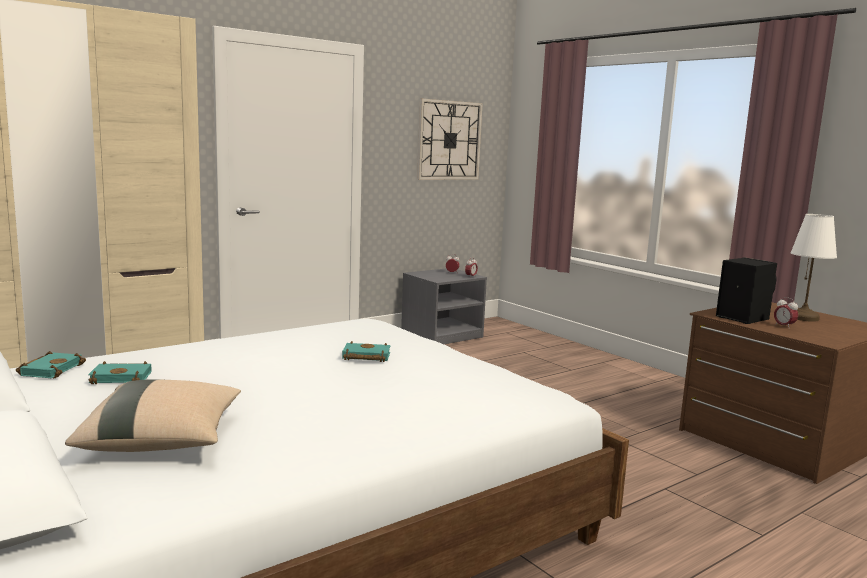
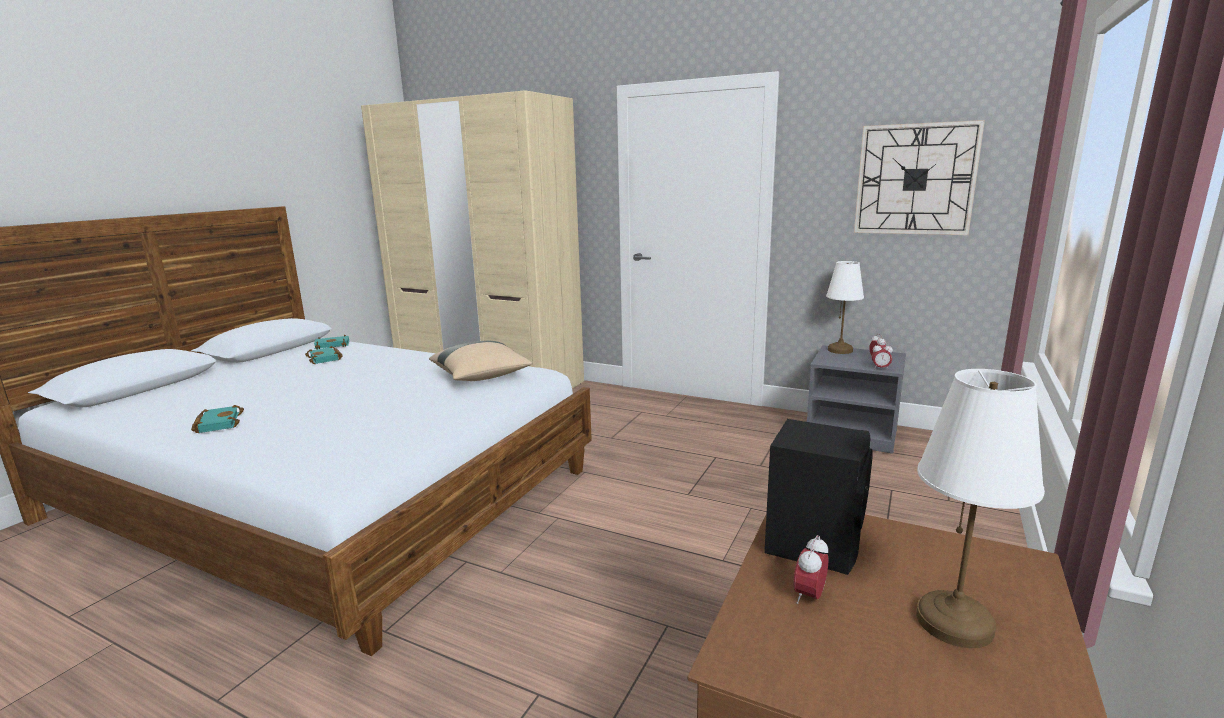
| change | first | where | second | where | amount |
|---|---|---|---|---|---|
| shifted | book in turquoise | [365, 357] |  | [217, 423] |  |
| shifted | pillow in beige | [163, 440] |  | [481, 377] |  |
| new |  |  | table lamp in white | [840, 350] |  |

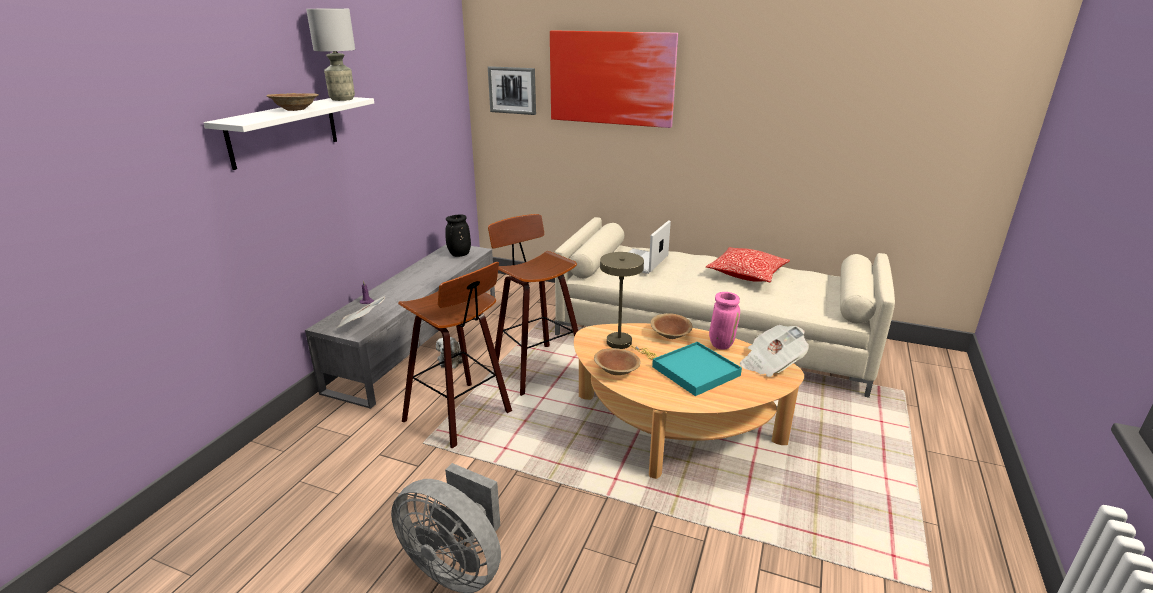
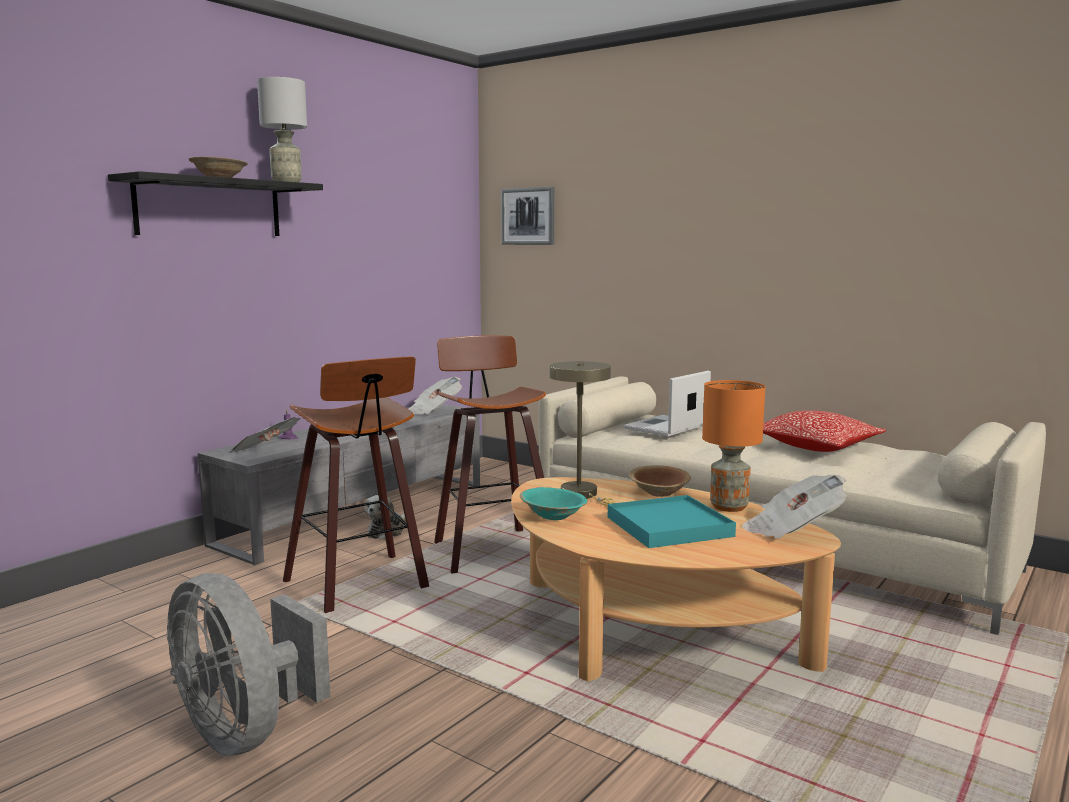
| change | first | where | second | where | amount |
|---|---|---|---|---|---|
| repainted | shelf in white | [284, 131] | shelf in black | [209, 208] |  |
| swapped | vase in black | [459, 255] | newspaper | [433, 411] |  |
| repainted | bowl in brown | [617, 371] | bowl in turquoise | [553, 516] |  |
| swapped | vase in pink | [721, 344] | table lamp in orange | [728, 507] |  |
| gone | picture | [611, 78] |  |  |  |

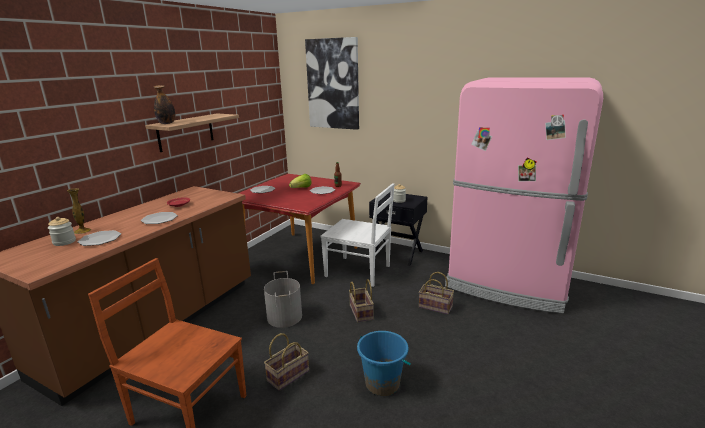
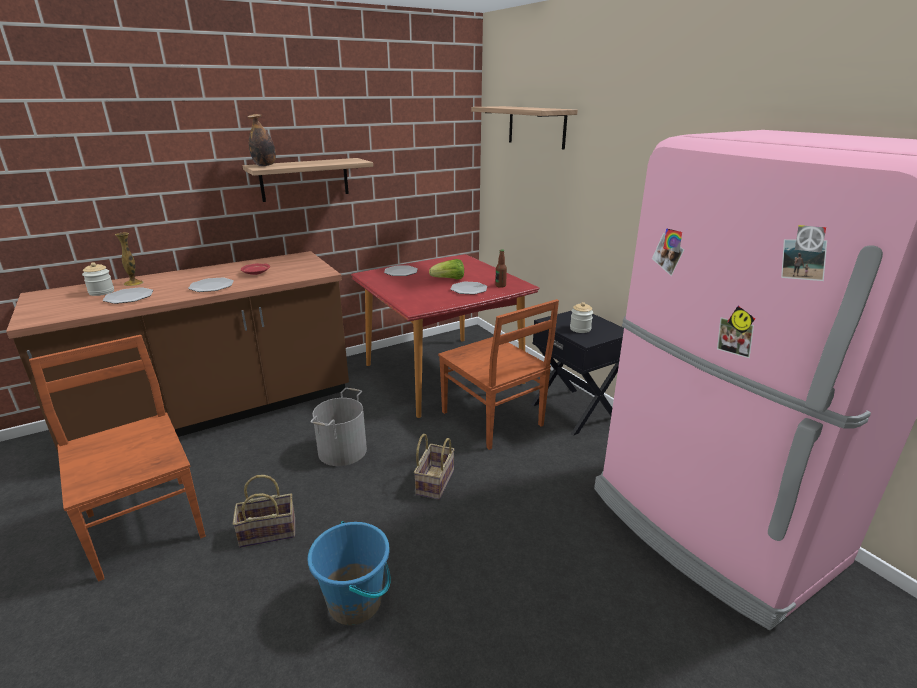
| change | first | where | second | where | amount |
|---|---|---|---|---|---|
| repainted | chair in white | [359, 271] | chair in brown | [493, 420] |  |
| swapped | picture | [333, 84] | shelf | [536, 126] |  |
| gone | basket | [436, 306] |  |  |  |

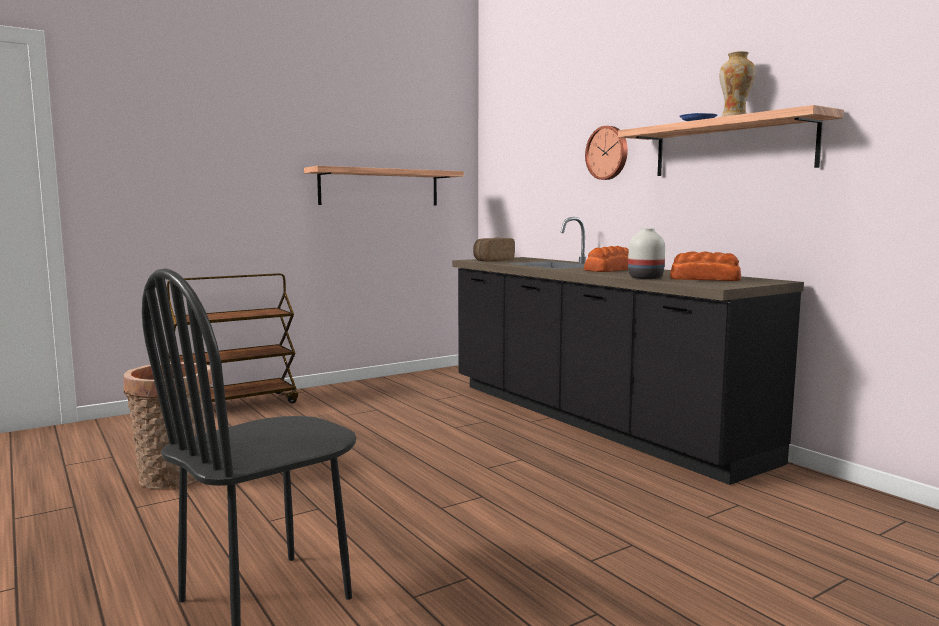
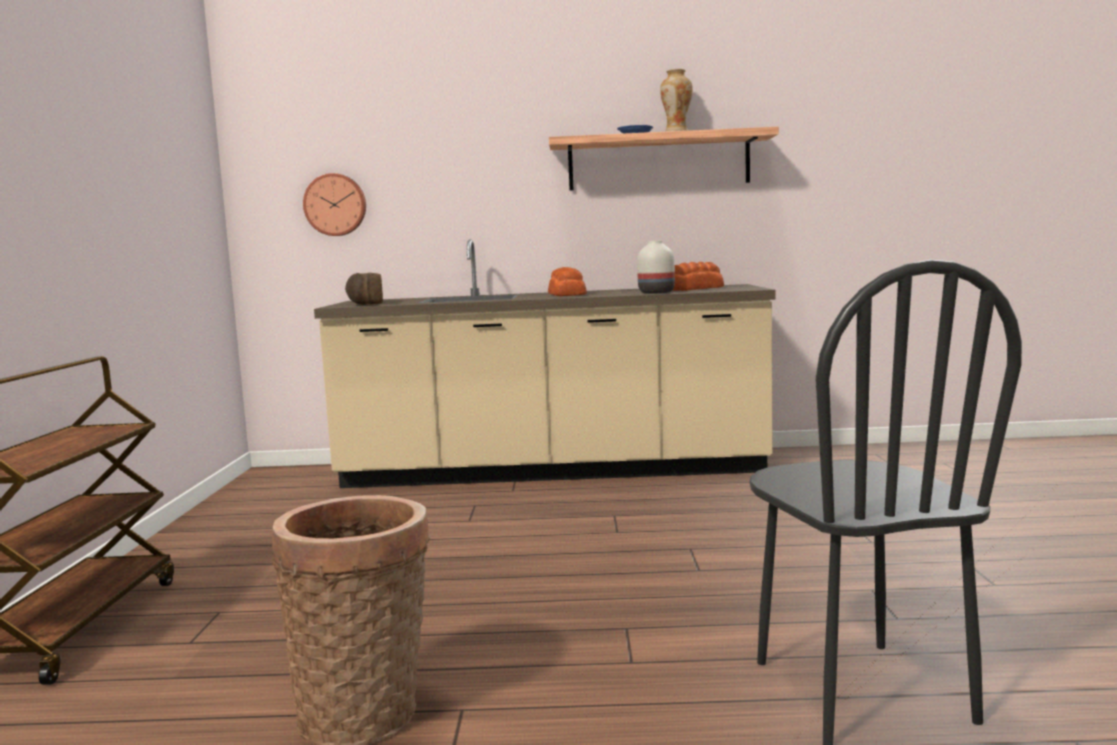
| change | first | where | second | where | amount |
|---|---|---|---|---|---|
| shifted | wall clock | [608, 153] |  | [335, 205] |  |
| repainted | counter in black | [592, 420] | counter in beige | [553, 471] |  |
| gone | shelf | [379, 187] |  |  |  |

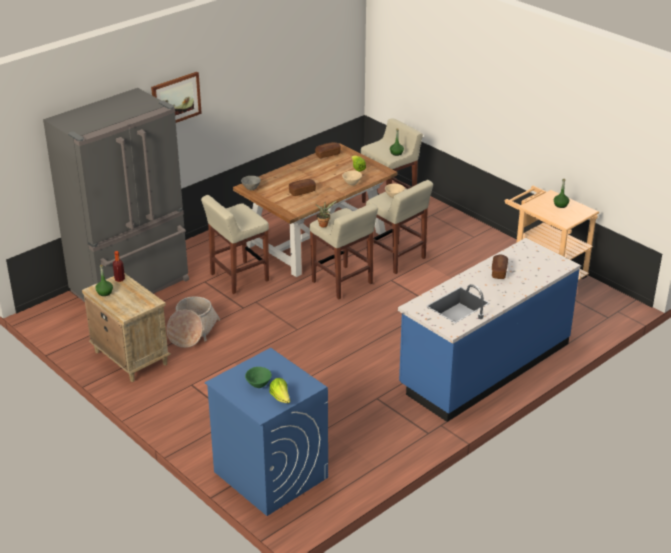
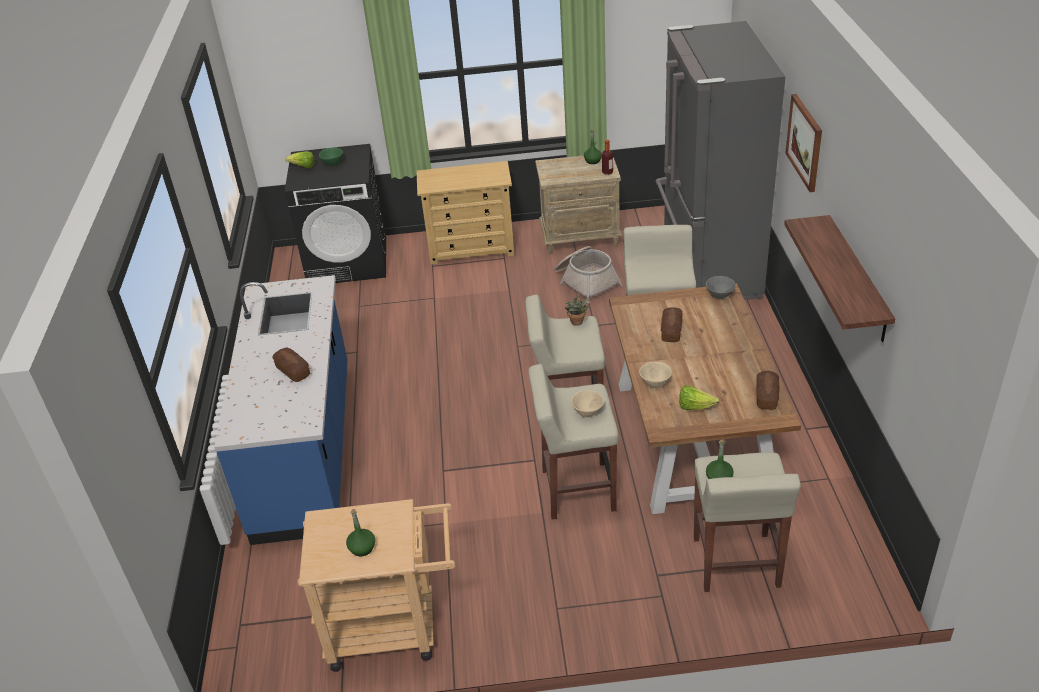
| change | first | where | second | where | amount |
|---|---|---|---|---|---|
| repainted | washing machine in blue | [270, 474] | washing machine in black | [348, 261] |  |
| new |  |  | dresser in beige | [471, 248] |  |
| new |  |  | shelf | [857, 279] |  |

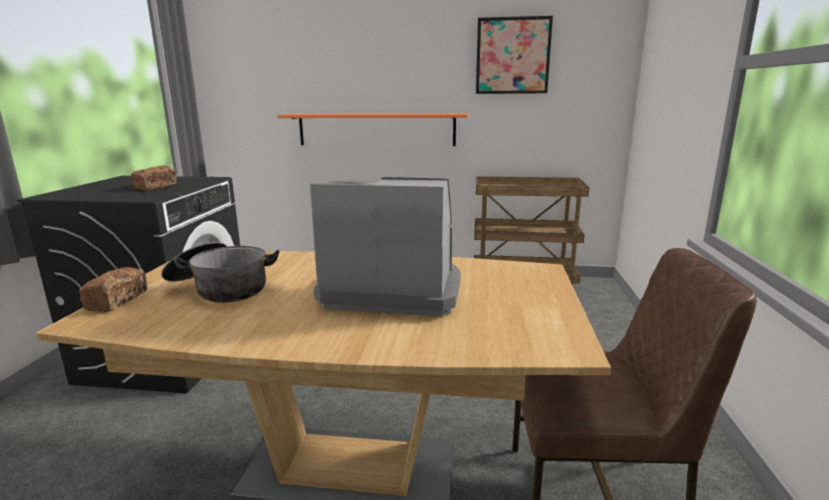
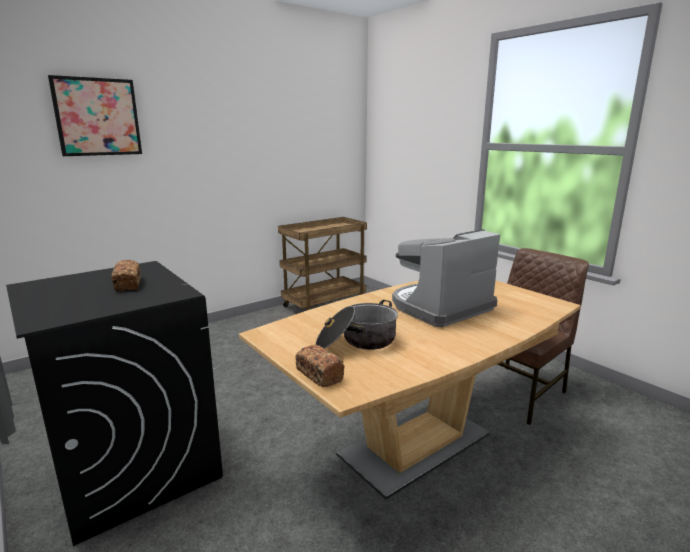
| change | first | where | second | where | amount |
|---|---|---|---|---|---|
| shifted | picture | [512, 56] |  | [97, 117] |  |
| gone | shelf in orange | [376, 129] |  |  |  |

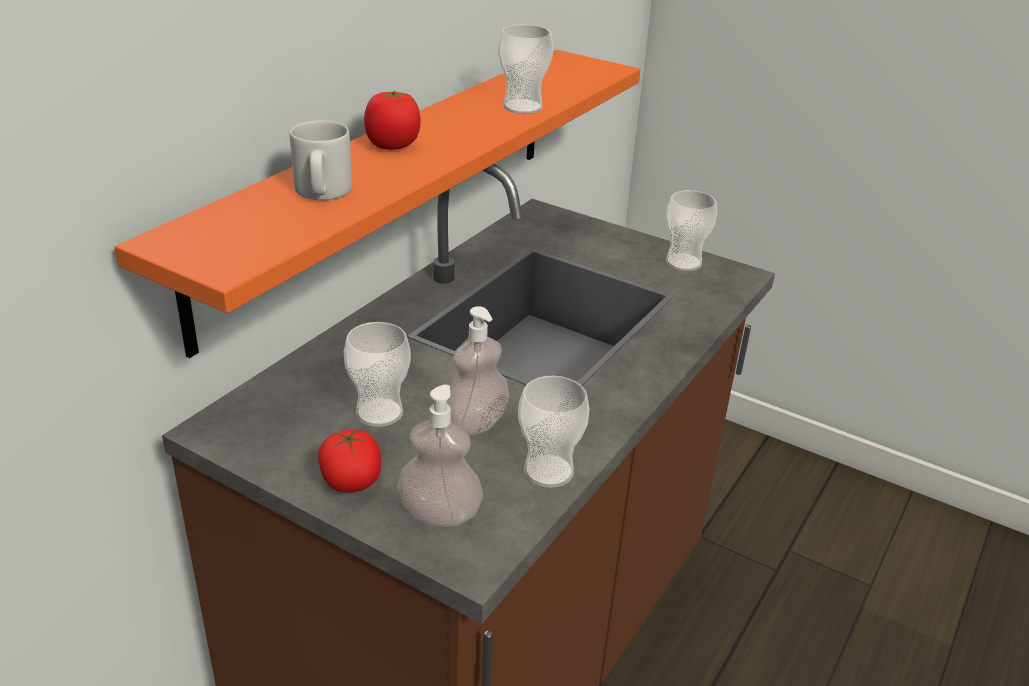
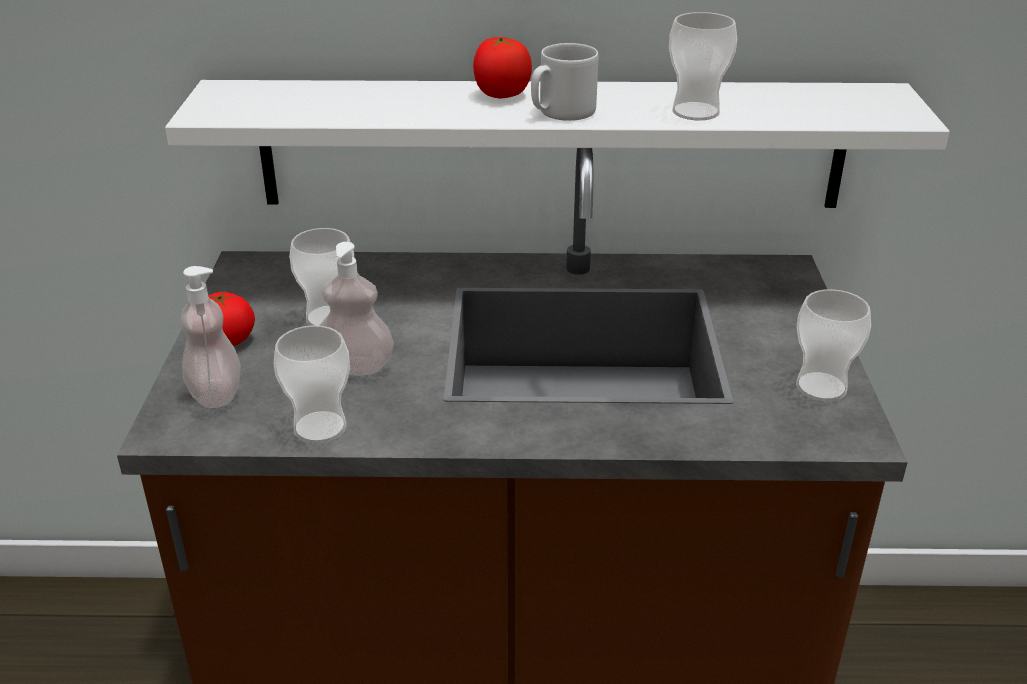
| change | first | where | second | where | amount |
|---|---|---|---|---|---|
| repainted | shelf in orange | [390, 182] | shelf in white | [551, 144] |  |
| shifted | mug in grey | [322, 193] |  | [561, 113] |  |

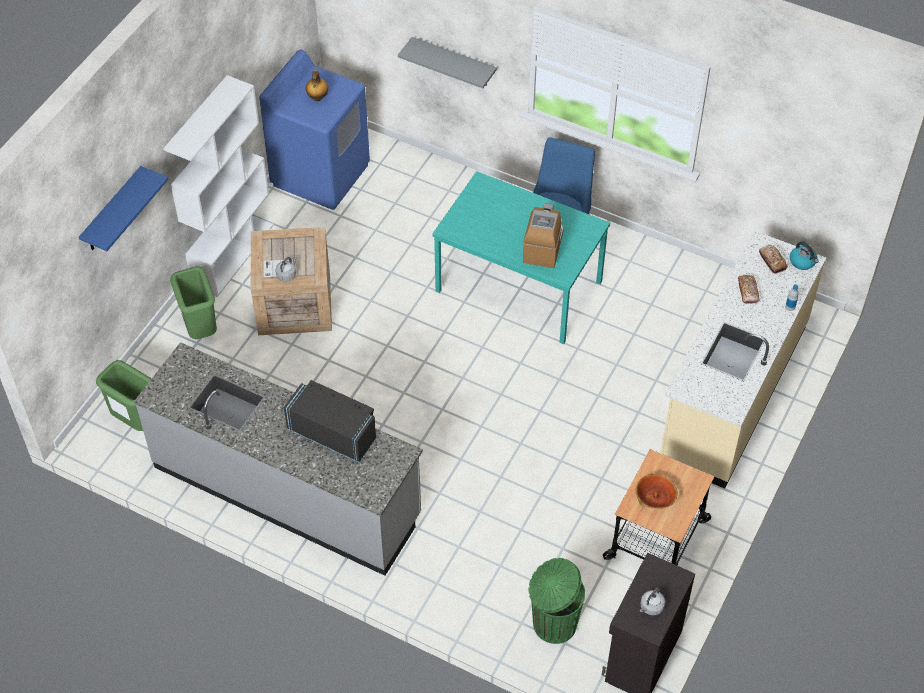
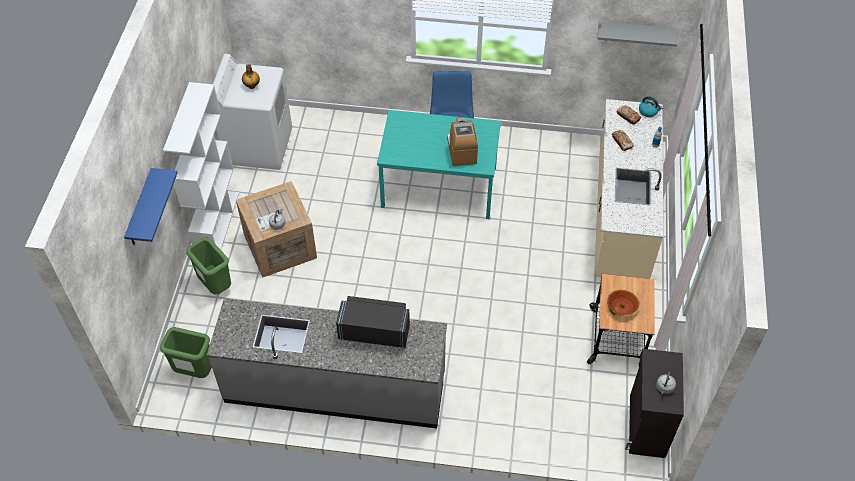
| change | first | where | second | where | amount |
|---|---|---|---|---|---|
| repainted | washing machine in blue | [321, 174] | washing machine in white | [259, 146] |  |
| shifted | shelf in grey | [454, 62] |  | [635, 33] |  |
| gone | trash can in green | [553, 624] |  |  |  |

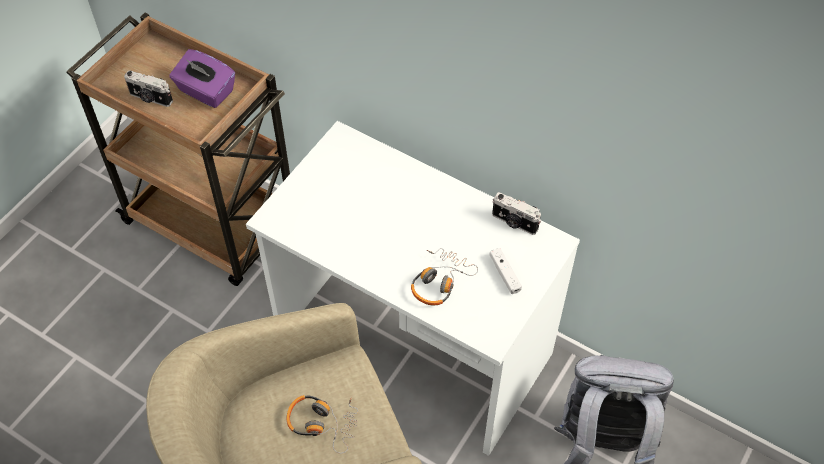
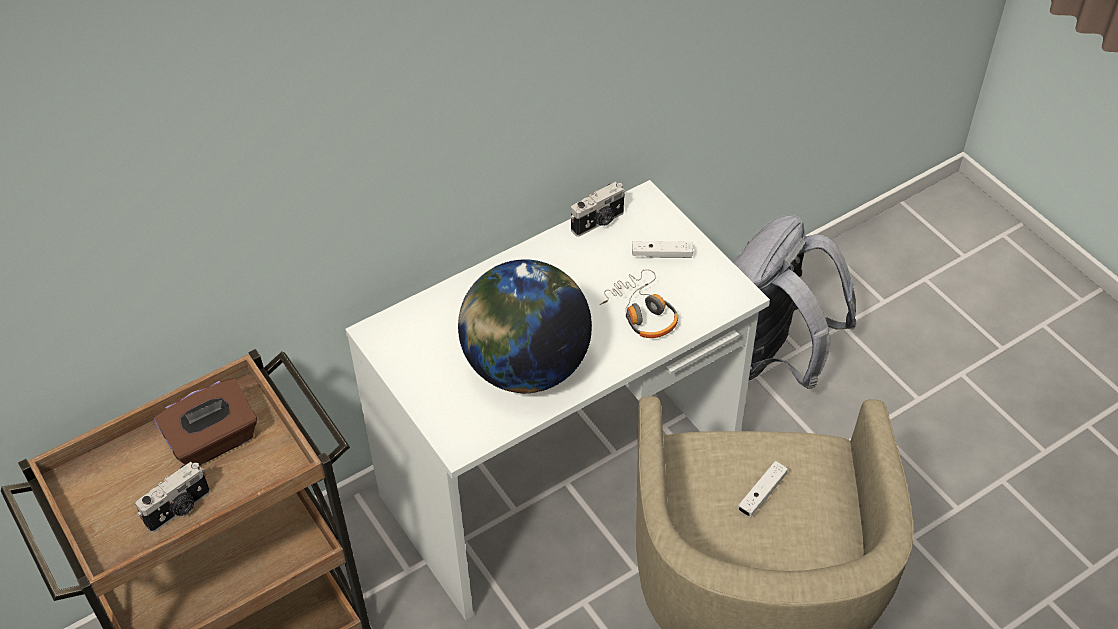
| change | first | where | second | where | amount |
|---|---|---|---|---|---|
| repainted | tissue box in purple | [205, 92] | tissue box in brown | [214, 441] |  |
| new |  |  | globe | [525, 367] |  |
| swapped | headphones | [322, 423] | game controller in white | [762, 494] |  |

